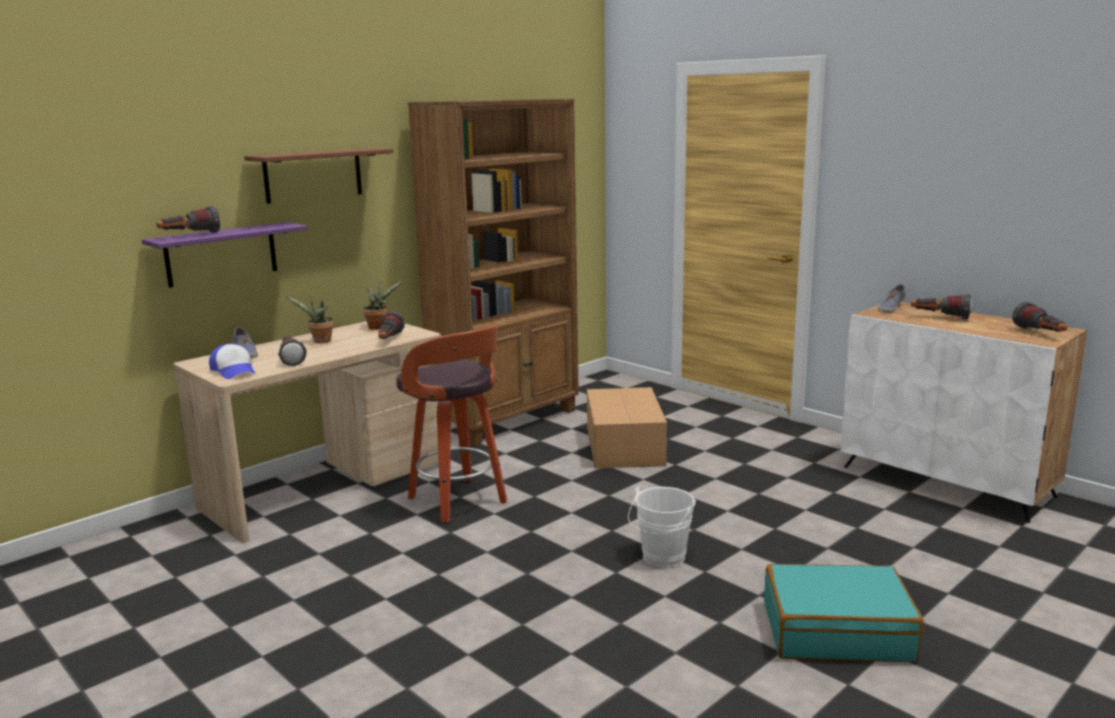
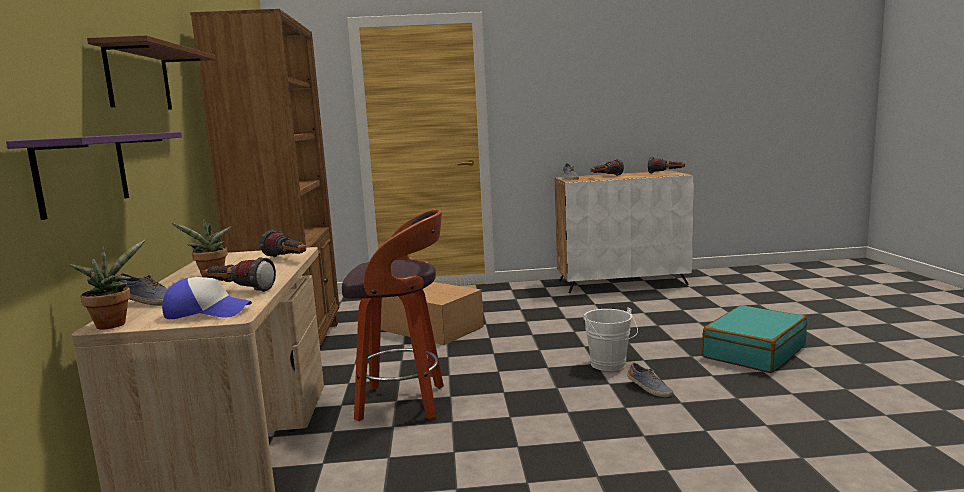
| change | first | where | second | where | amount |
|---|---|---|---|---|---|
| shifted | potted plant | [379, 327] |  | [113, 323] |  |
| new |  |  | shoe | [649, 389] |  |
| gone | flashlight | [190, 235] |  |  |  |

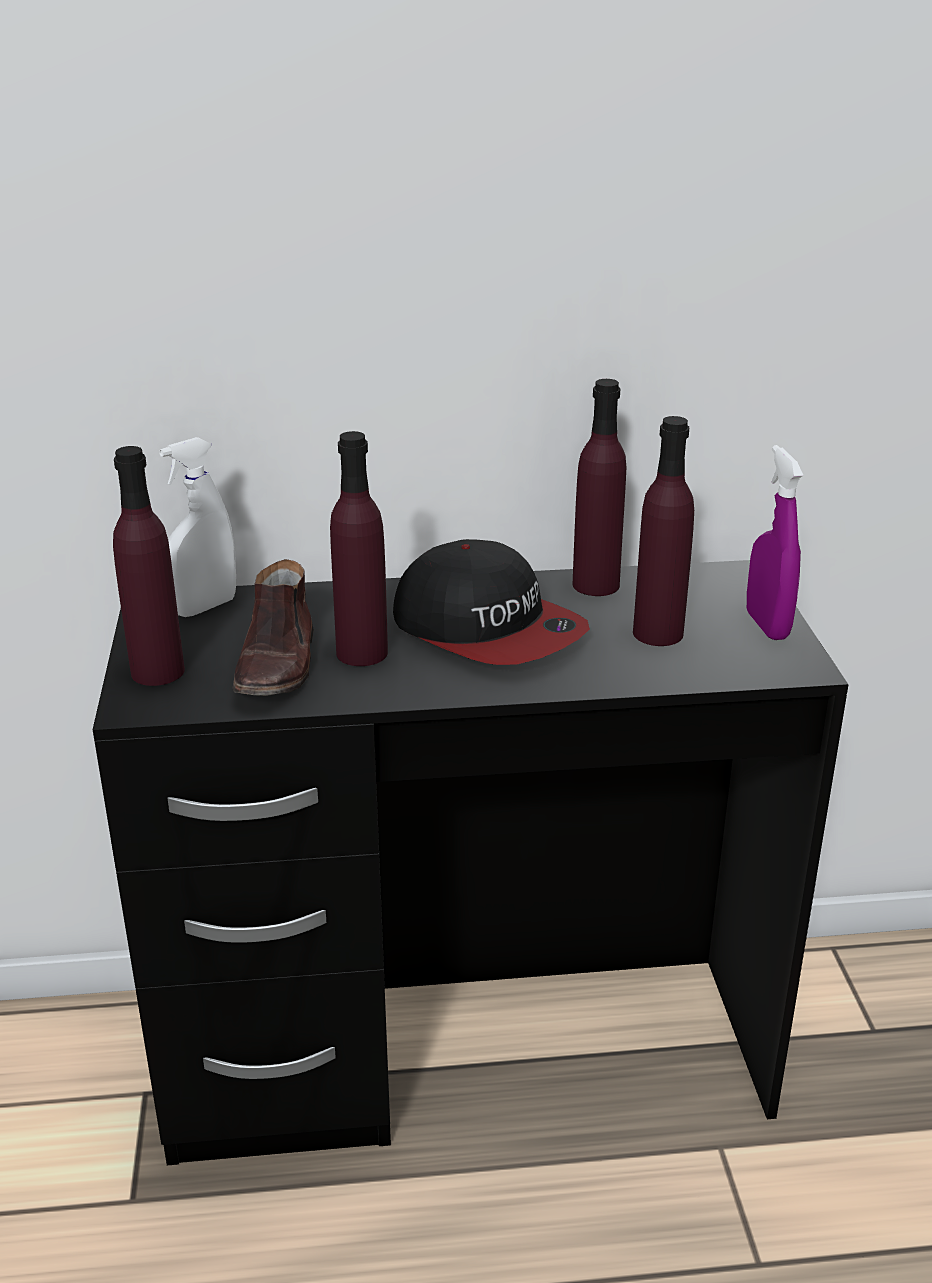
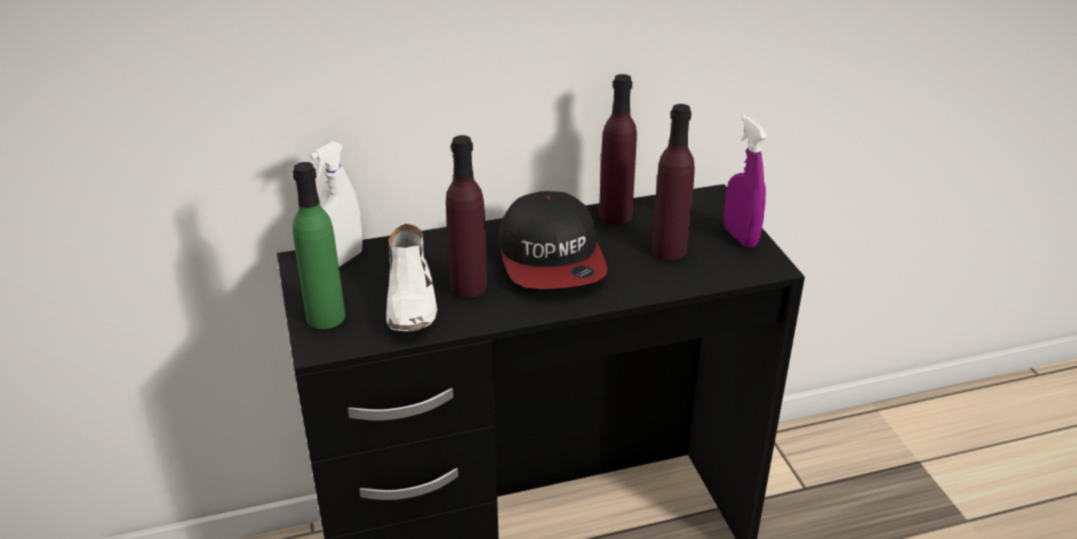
| change | first | where | second | where | amount |
|---|---|---|---|---|---|
| repainted | bottle in purple | [157, 672] | bottle in green | [325, 317] |  |
| repainted | shoe in brown | [278, 663] | shoe in white | [411, 301] |  |
| rotated | cap | [488, 629] |  | [552, 258] | 45 degrees clockwise |

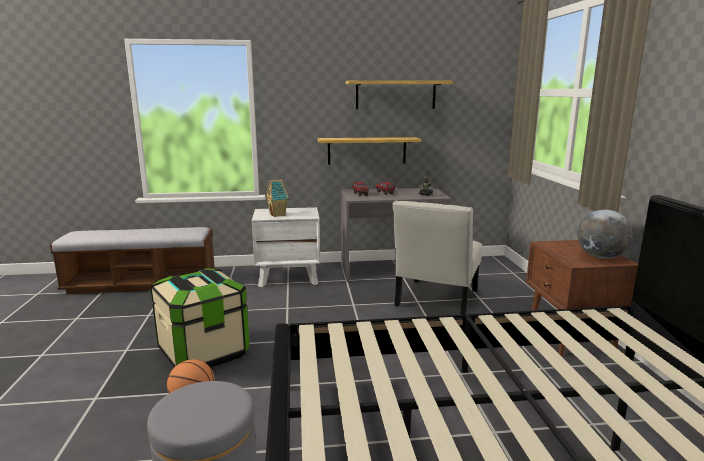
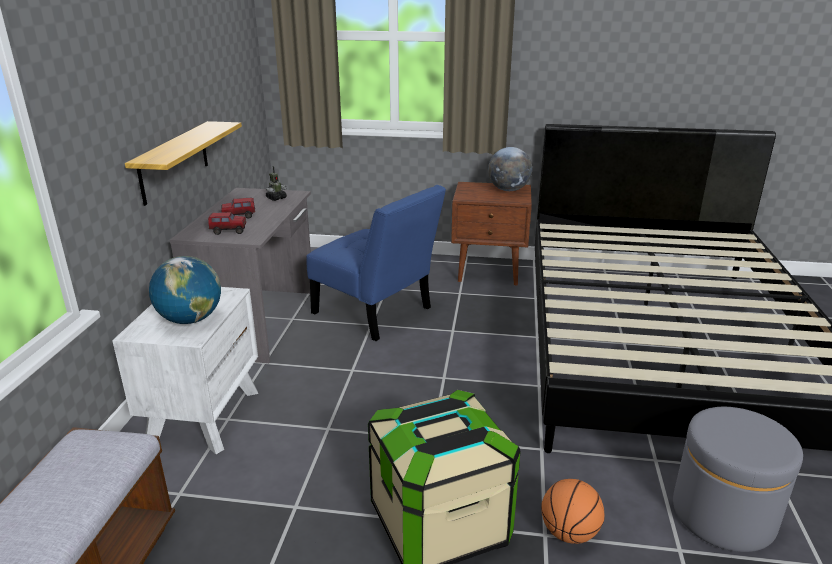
| change | first | where | second | where | amount |
|---|---|---|---|---|---|
| swapped | toy house | [278, 215] | globe | [190, 320] |  |
| repainted | chair in white | [435, 300] | chair in blue | [376, 313] |  |
| gone | shelf | [395, 95] |  |  |  |

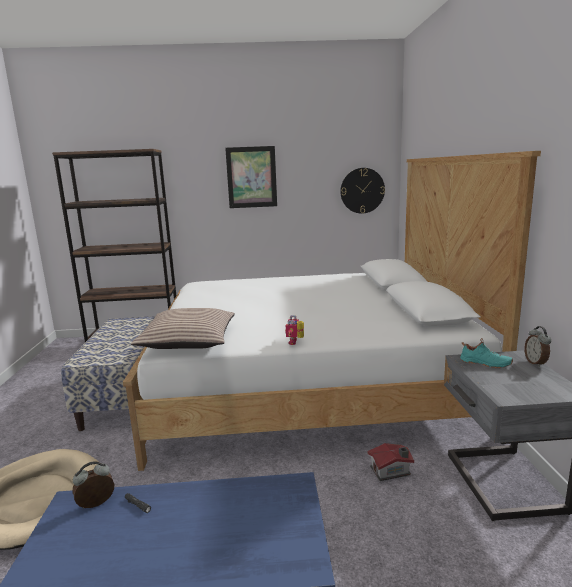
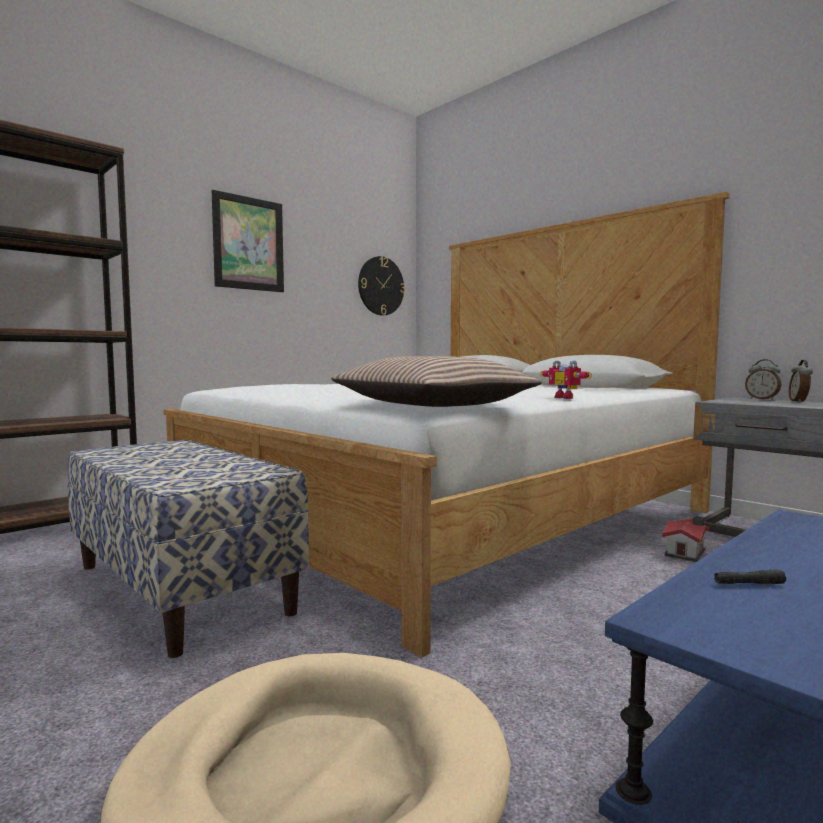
| change | first | where | second | where | amount |
|---|---|---|---|---|---|
| shifted | alarm clock | [96, 505] |  | [799, 401] |  |
| gone | shoe in turquoise | [485, 364] |  |  |  |

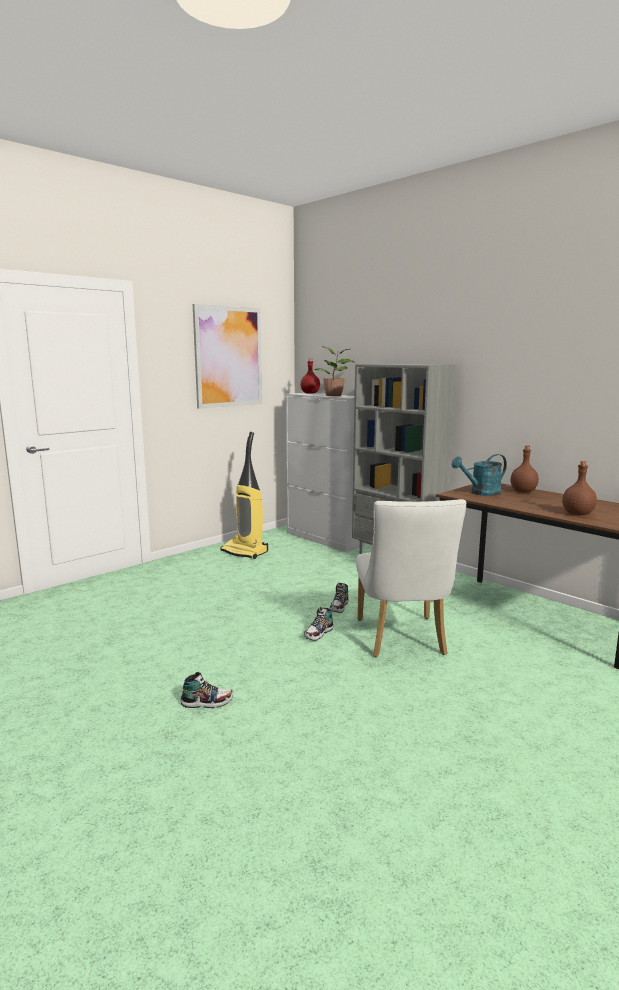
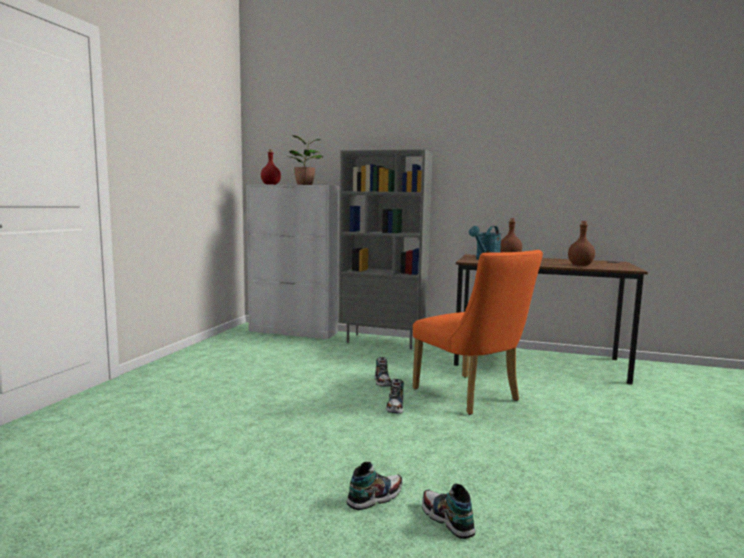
| change | first | where | second | where | amount |
|---|---|---|---|---|---|
| repainted | chair in white | [402, 640] | chair in orange | [471, 397] |  |
| new |  |  | shoe | [447, 520] |  |
| gone | picture | [228, 357] |  |  |  |
| gone | vacuum cleaner | [245, 552] |  |  |  |

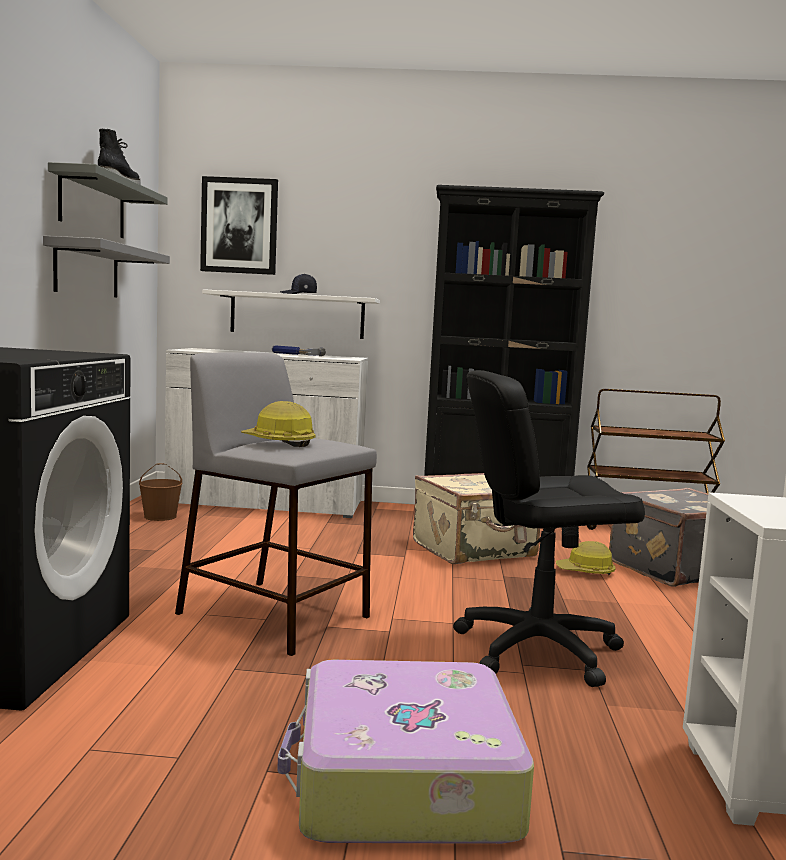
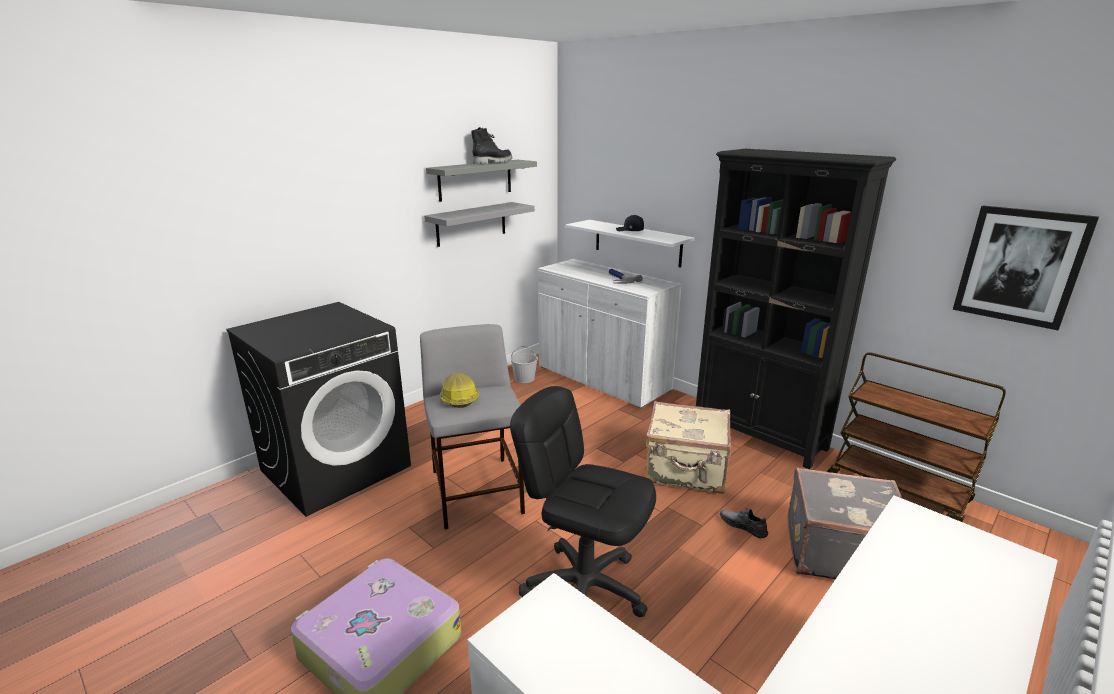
| change | first | where | second | where | amount |
|---|---|---|---|---|---|
| repainted | bucket in brown | [159, 517] | bucket in white | [524, 378] |  |
| swapped | hard hat | [586, 572] | shoe in grey | [743, 526] |  |
| shifted | picture | [239, 226] |  | [1020, 266] |  |

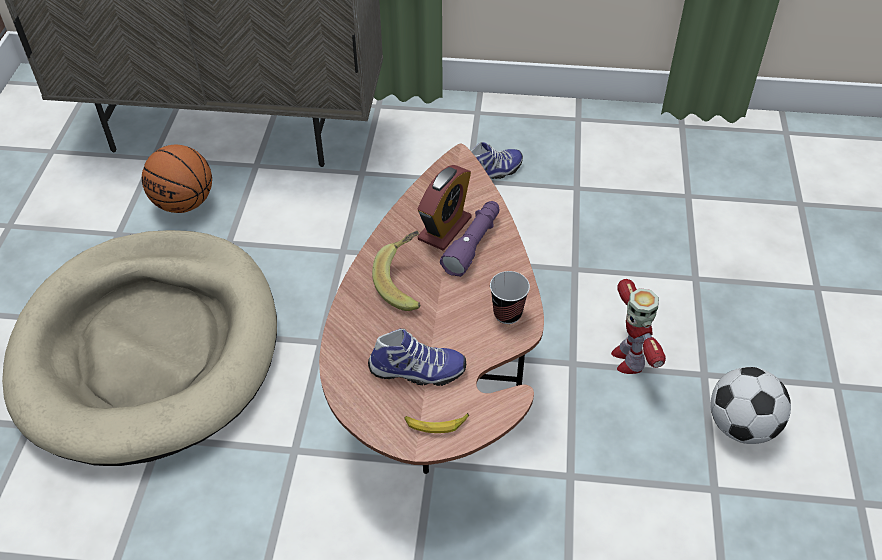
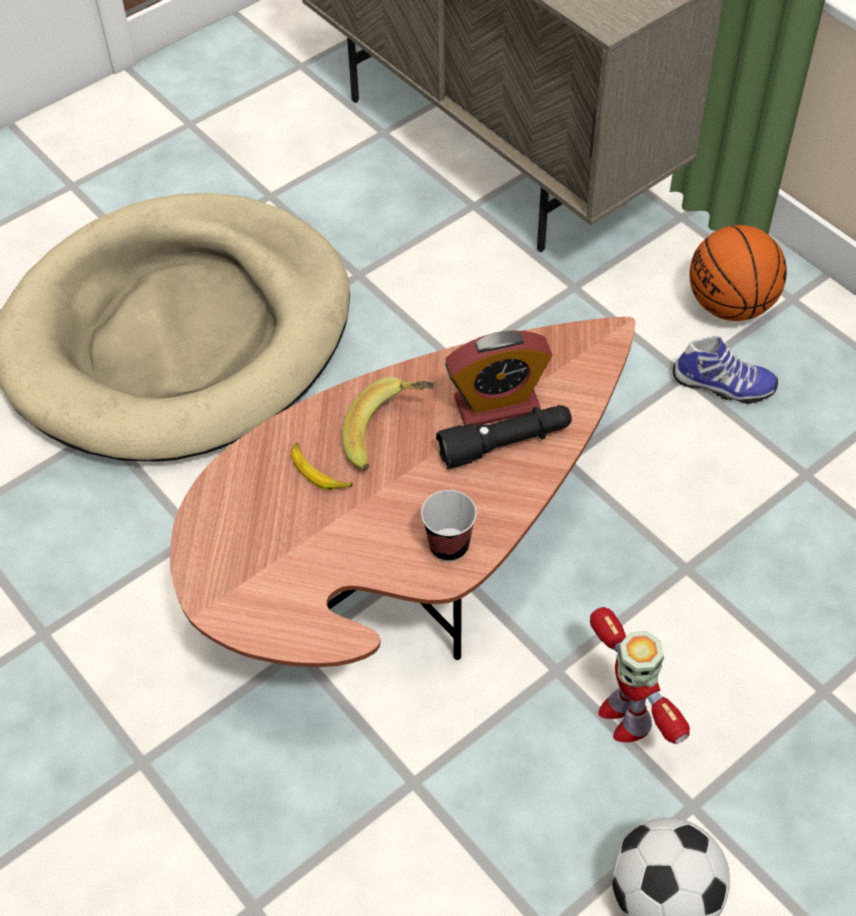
| change | first | where | second | where | amount |
|---|---|---|---|---|---|
| shifted | banana | [436, 424] |  | [318, 472] |  |
| repainted | flashlight in purple | [473, 244] | flashlight in black | [505, 444] |  |
| rotated | toy robot | [628, 358] |  | [625, 716] | 60 degrees counterclockwise |
| shifted | basketball | [184, 203] |  | [730, 305] |  |
| gone | shoe | [417, 372] |  |  |  |

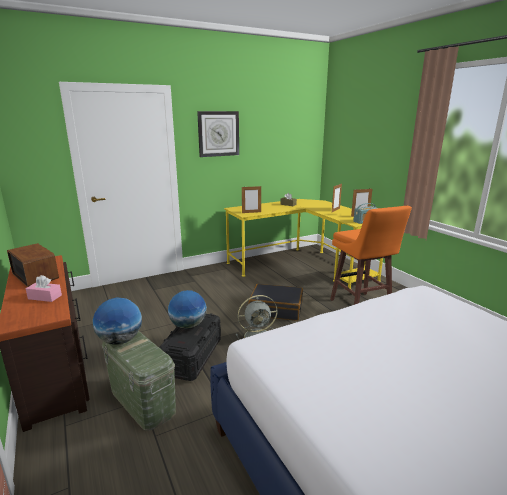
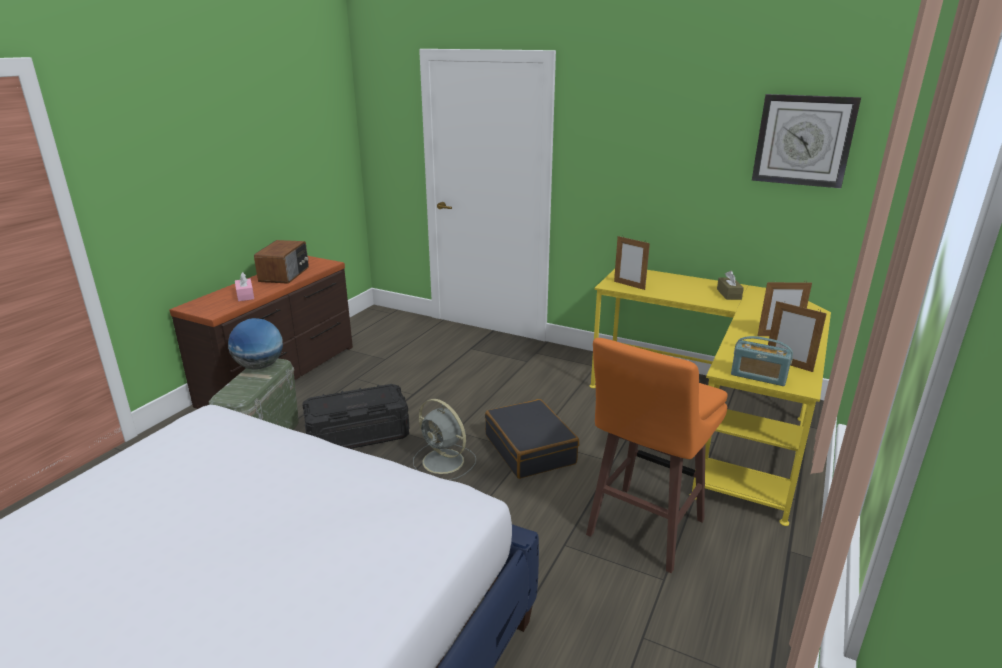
| change | first | where | second | where | amount |
|---|---|---|---|---|---|
| shifted | wall clock | [218, 134] |  | [803, 140] |  |
| gone | globe | [188, 325] |  |  |  |

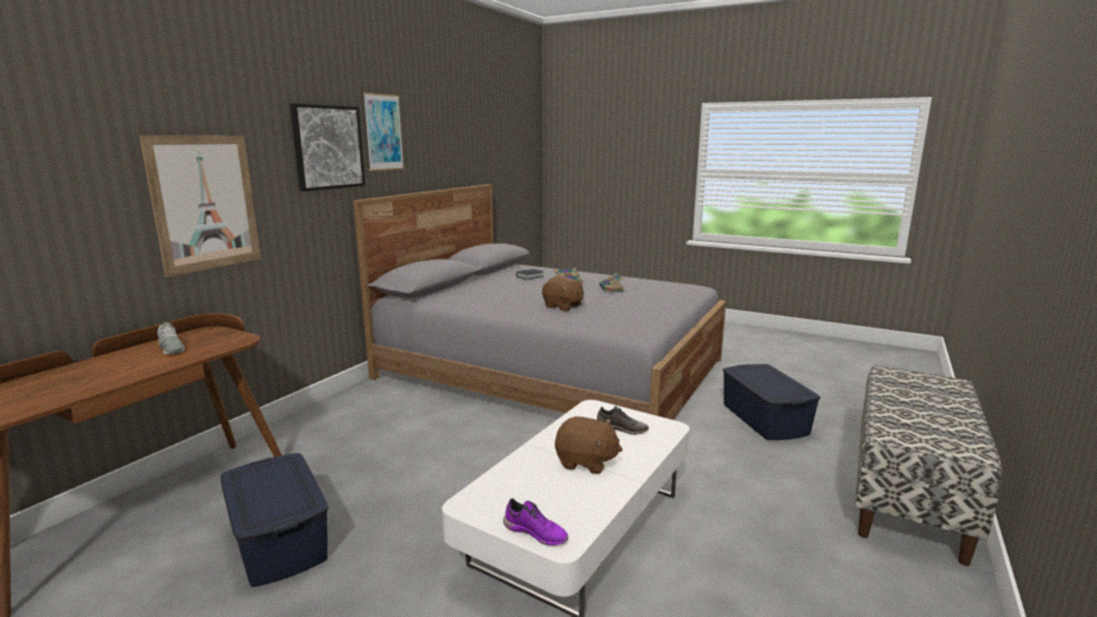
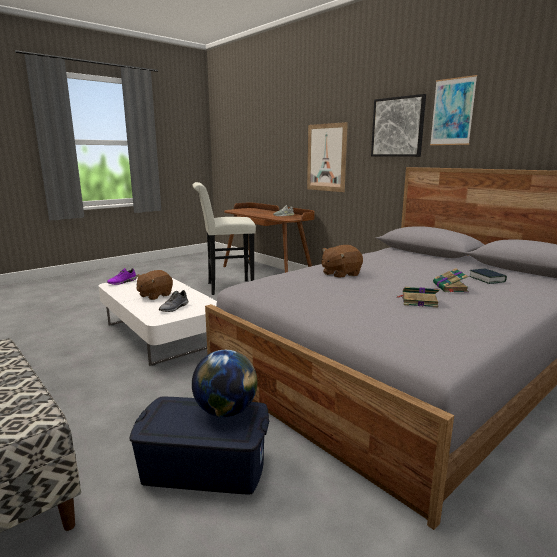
| change | first | where | second | where | amount |
|---|---|---|---|---|---|
| new |  |  | globe | [226, 411] |  |
| swapped | storage box in blue | [278, 540] | stool in white | [226, 287] |  |

